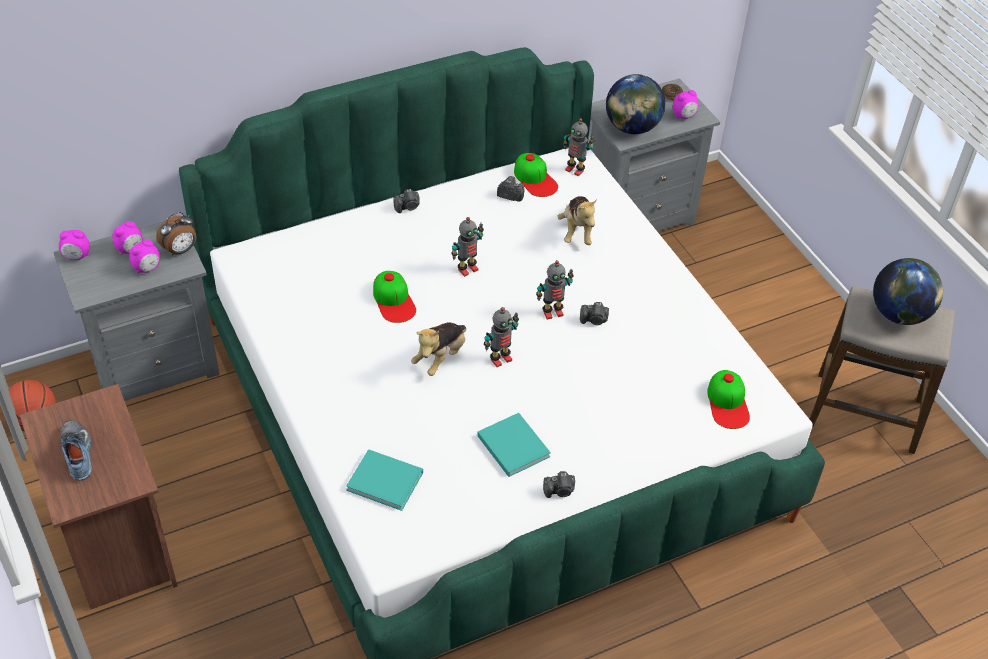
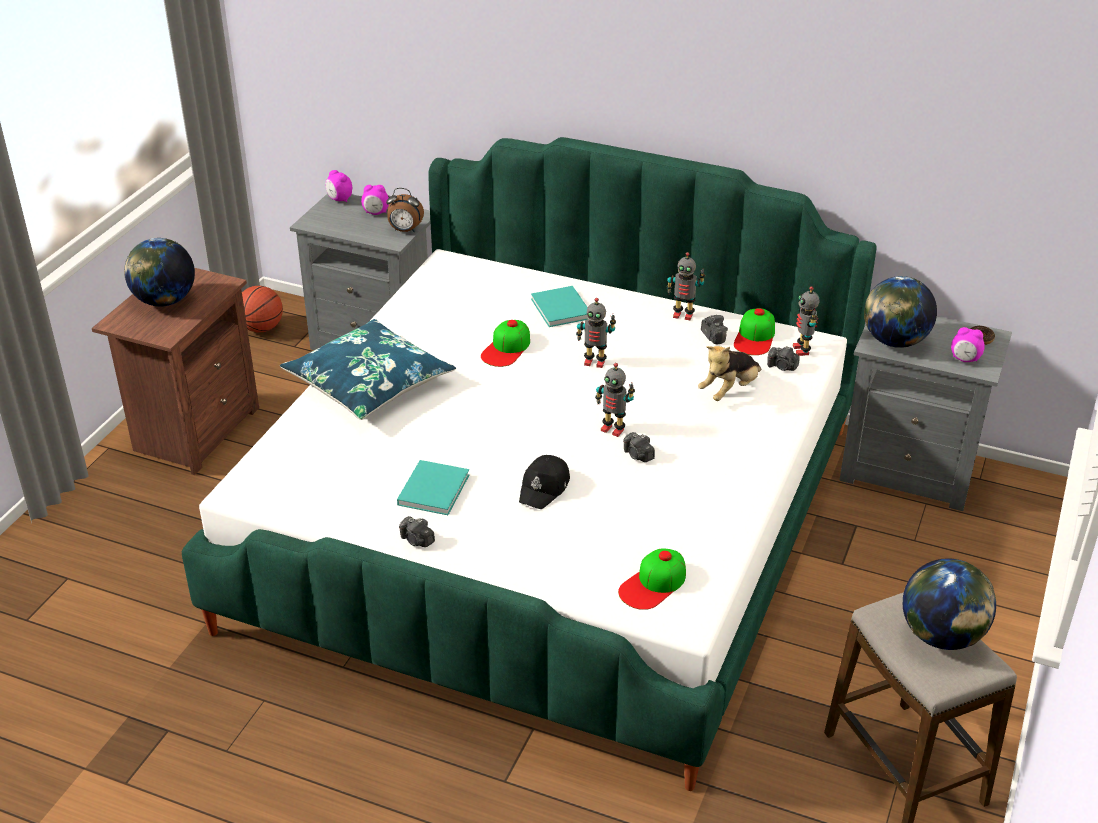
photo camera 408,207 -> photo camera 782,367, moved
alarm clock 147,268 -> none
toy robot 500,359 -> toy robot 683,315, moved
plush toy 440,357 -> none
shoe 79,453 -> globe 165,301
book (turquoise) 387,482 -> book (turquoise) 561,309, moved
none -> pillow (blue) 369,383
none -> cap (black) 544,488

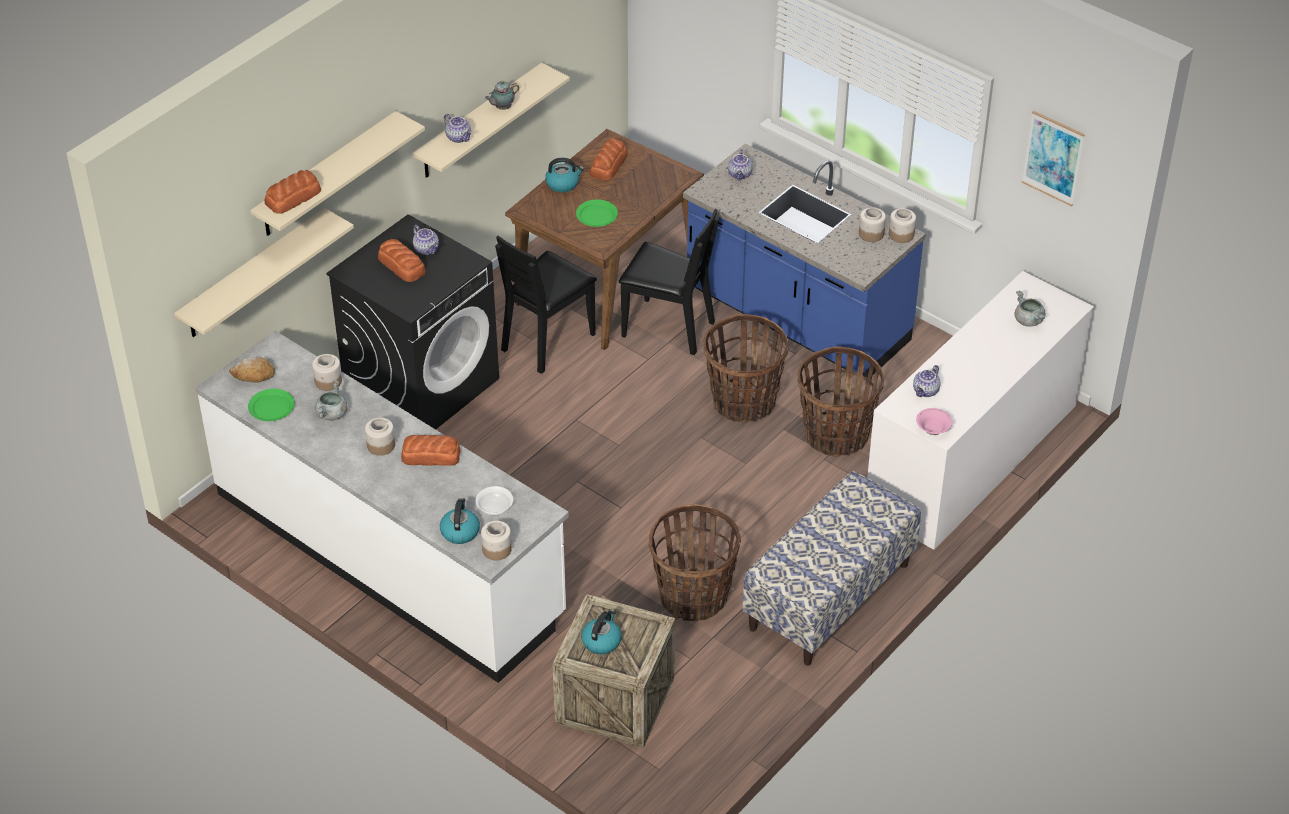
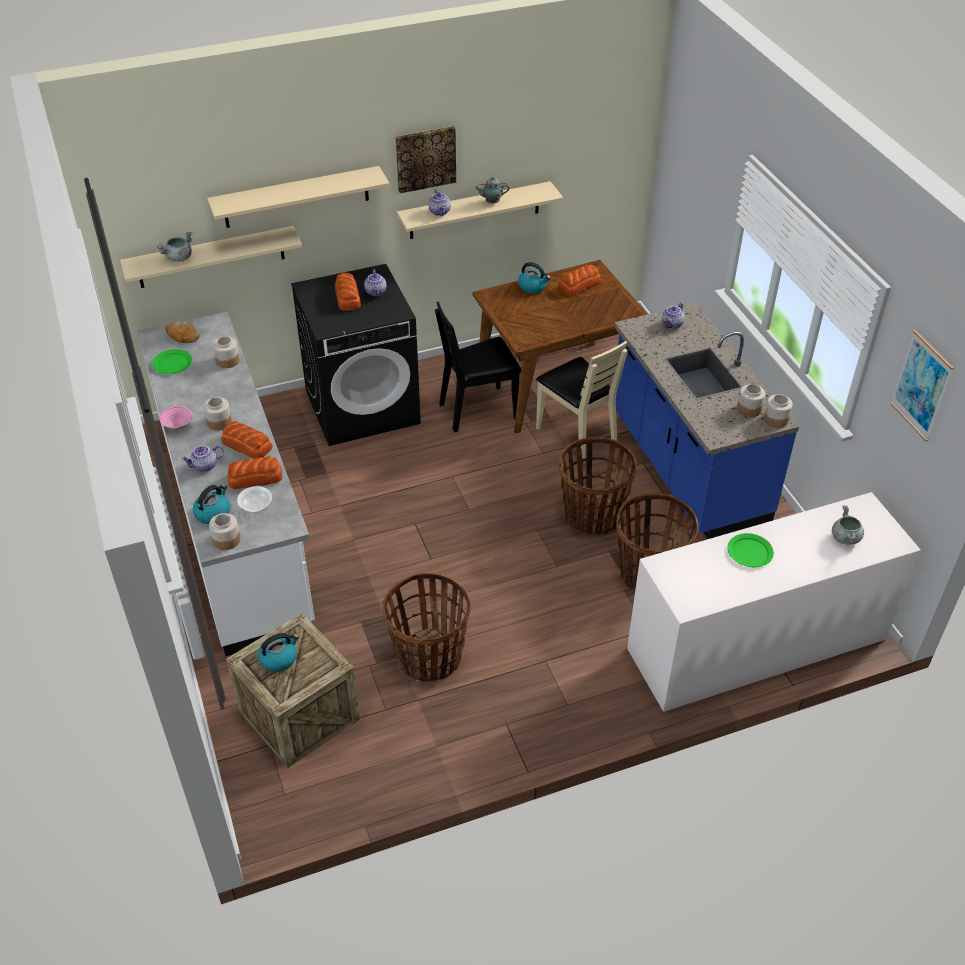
bread 294,197 -> bread 256,478, moved
plate (green) 597,215 -> plate (green) 750,552, moved
chair (black) 667,327 -> chair (beige) 576,435
teapot 926,391 -> teapot 205,466, moved
cooking pot (grey) 332,414 -> cooking pot (grey) 179,258, moved
bowl (pink) 932,430 -> bowl (pink) 178,426, moved
bench 829,597 -> none
none -> picture 425,158

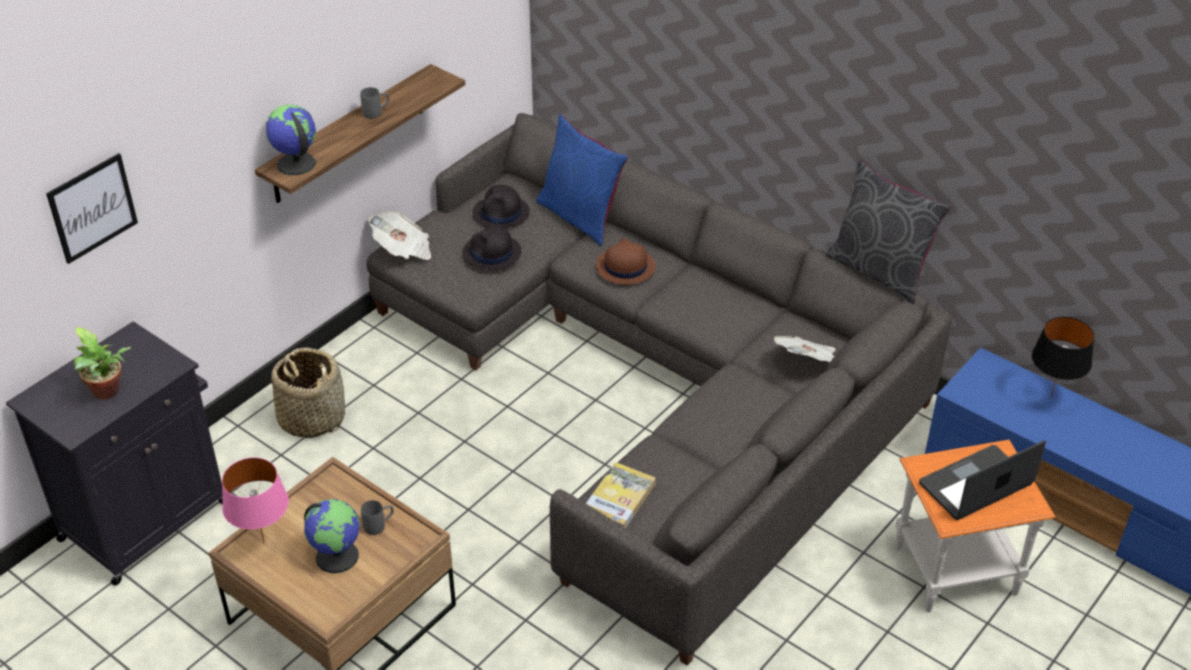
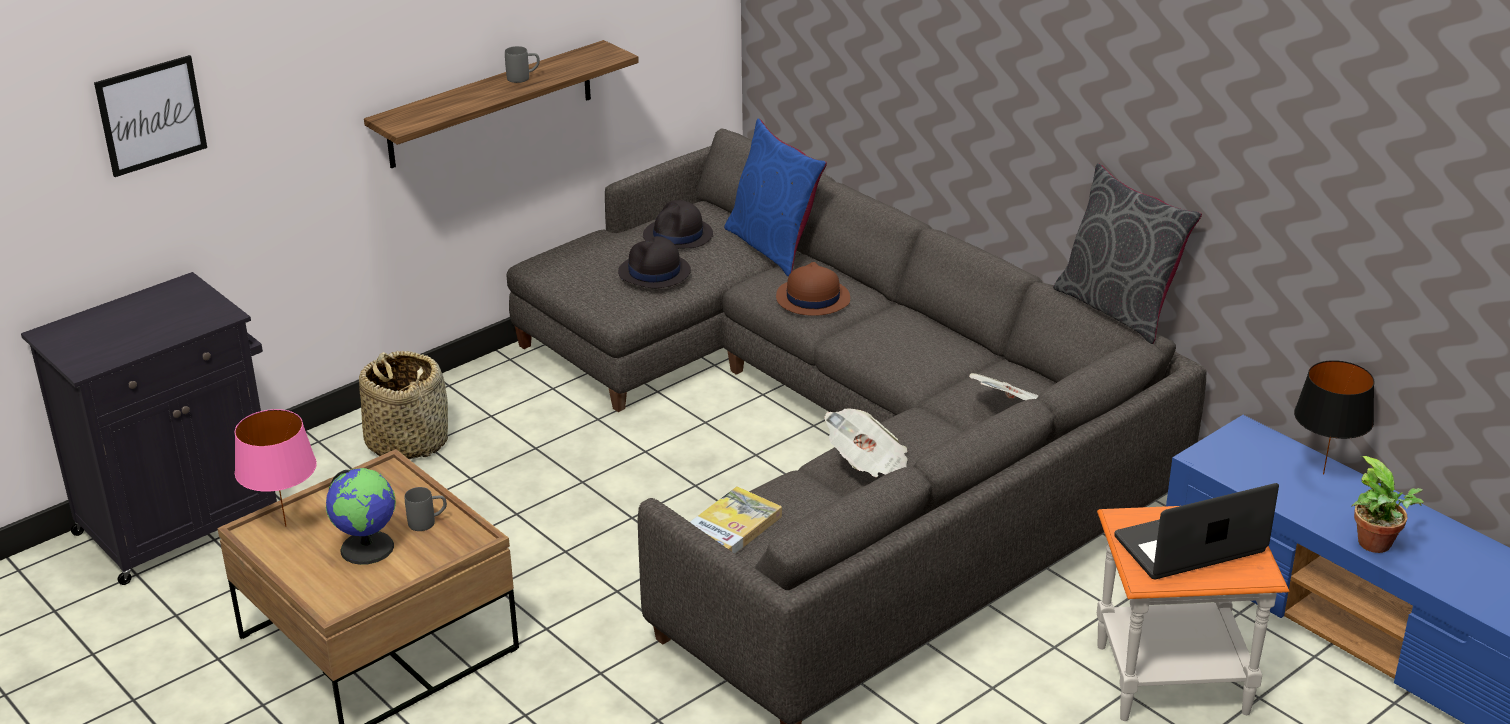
globe 295,164 -> none
newspaper 403,250 -> newspaper 869,466, moved
potted plant 108,393 -> potted plant 1378,546, moved

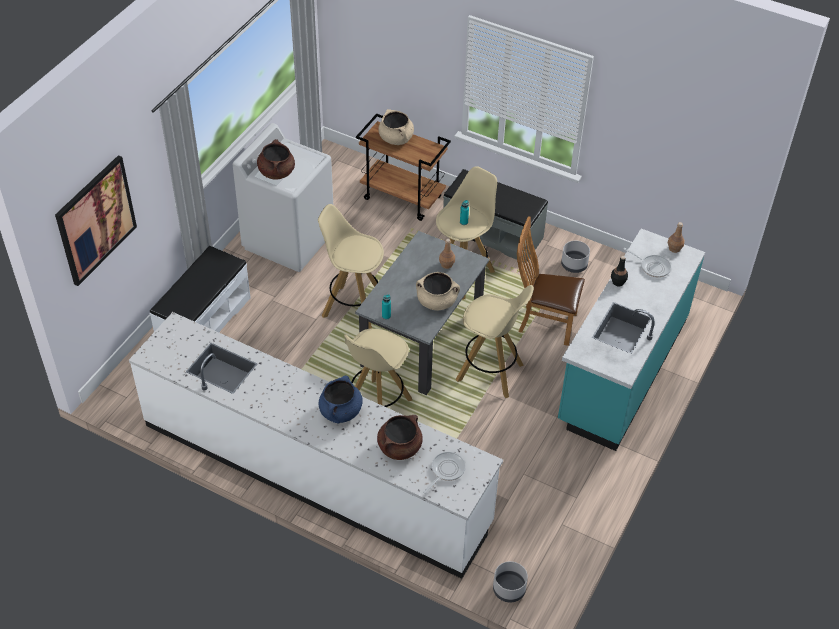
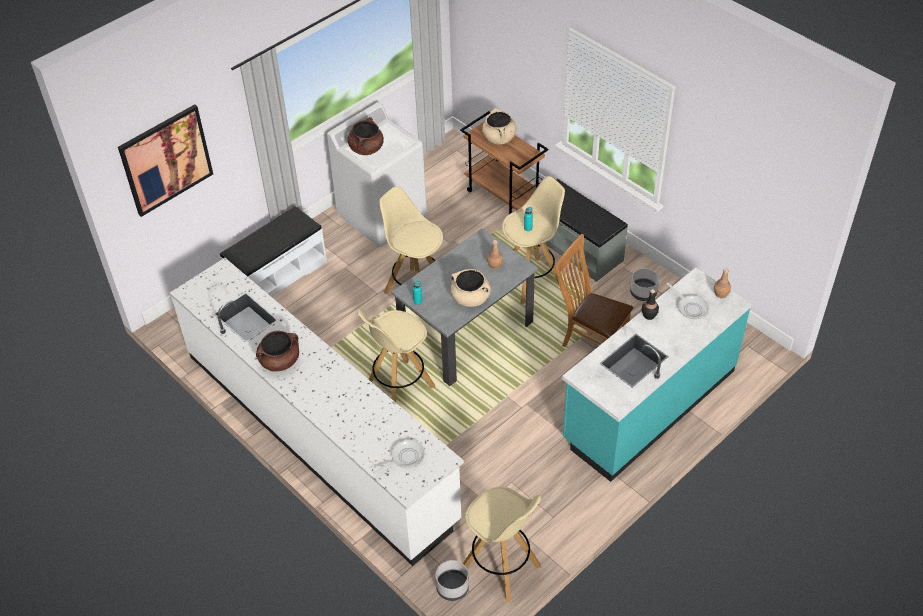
stool (beige) 490,373 -> stool (beige) 502,567, moved
cooking pot (blue) 340,411 -> none
cooking pot (brown) 399,447 -> cooking pot (brown) 280,361, moved

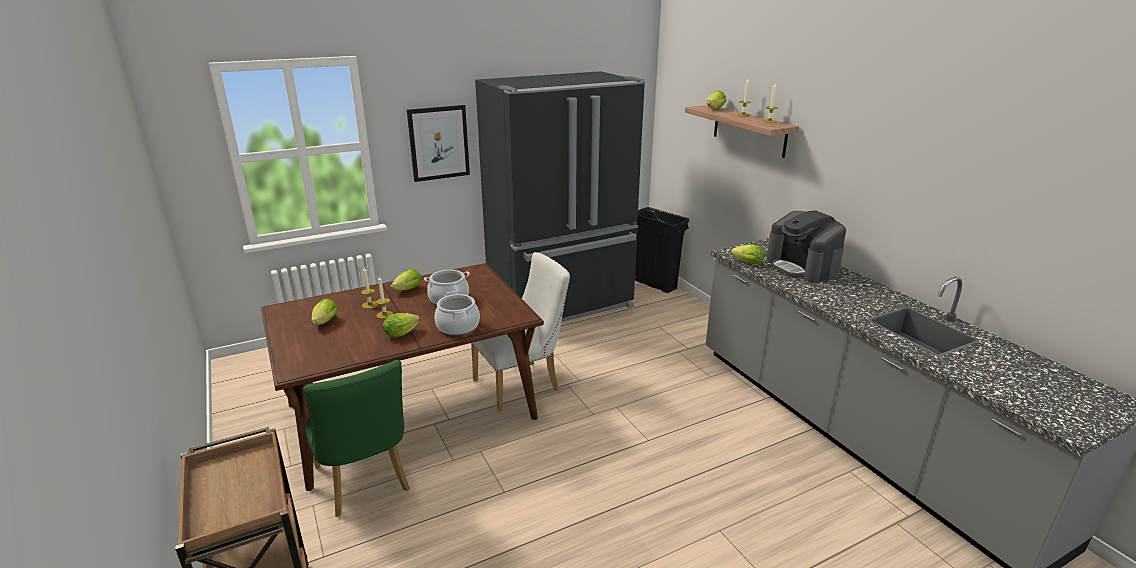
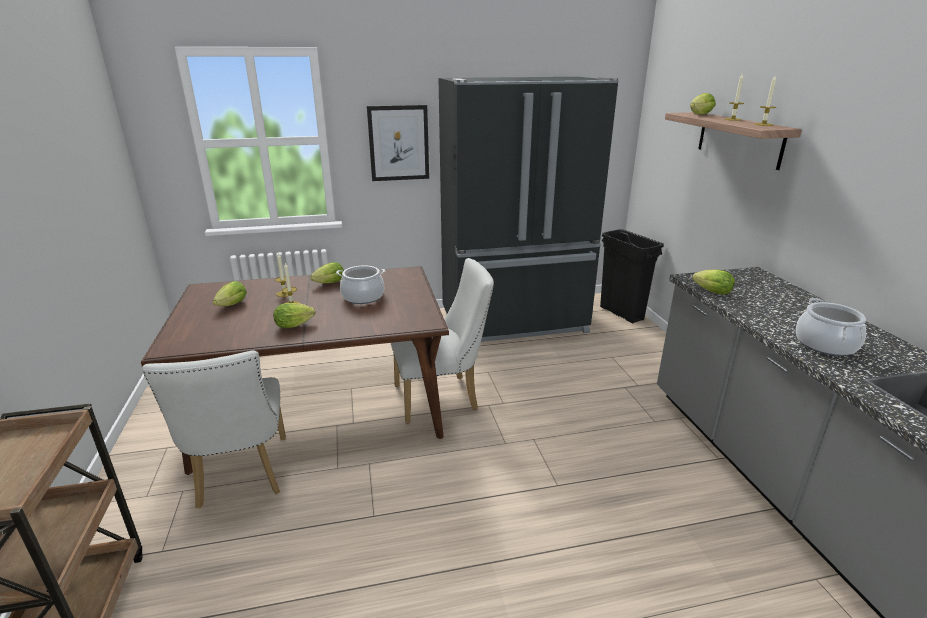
coffee machine 802,267 -> none
cooking pot 457,327 -> cooking pot 825,345, moved
chair (green) 365,483 -> chair (white) 241,477

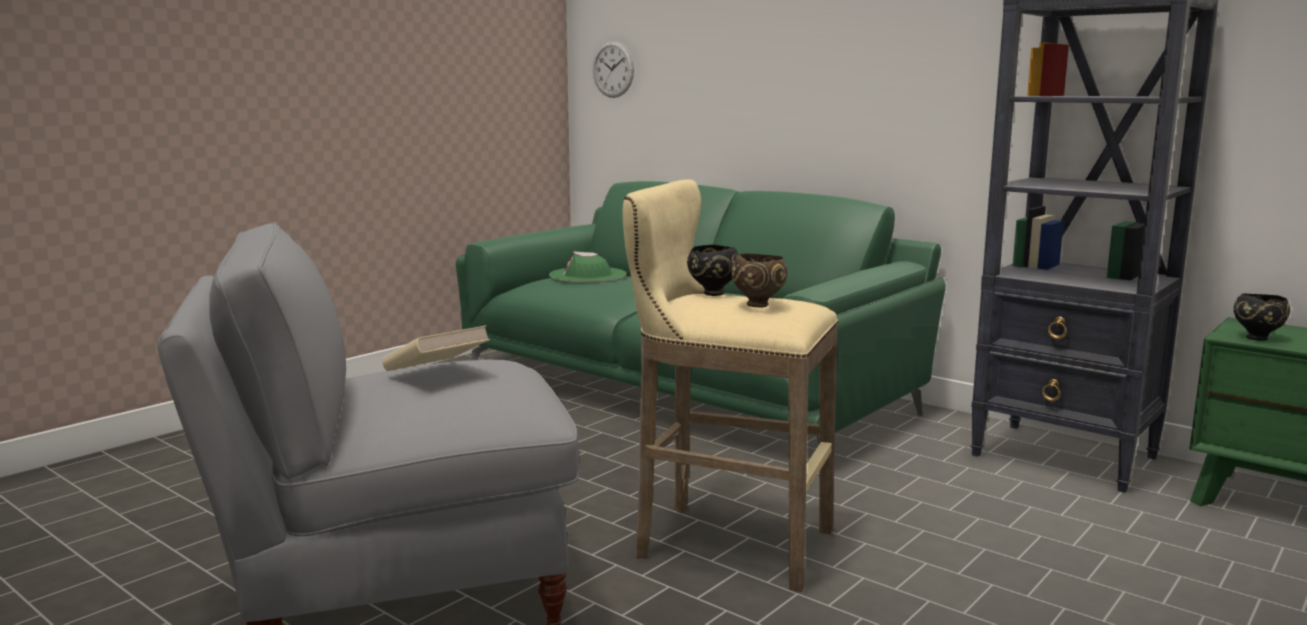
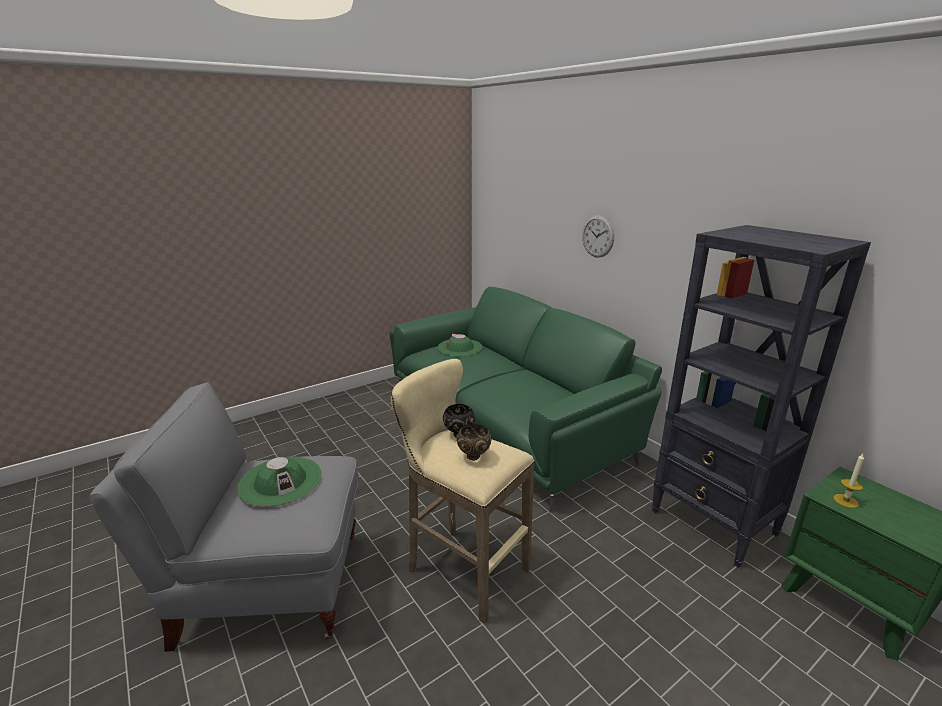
wall clock 613,69 -> wall clock 597,236, moved
bowl (black) 1257,338 -> candle 845,501
book (beige) 436,373 -> hat (green) 280,481

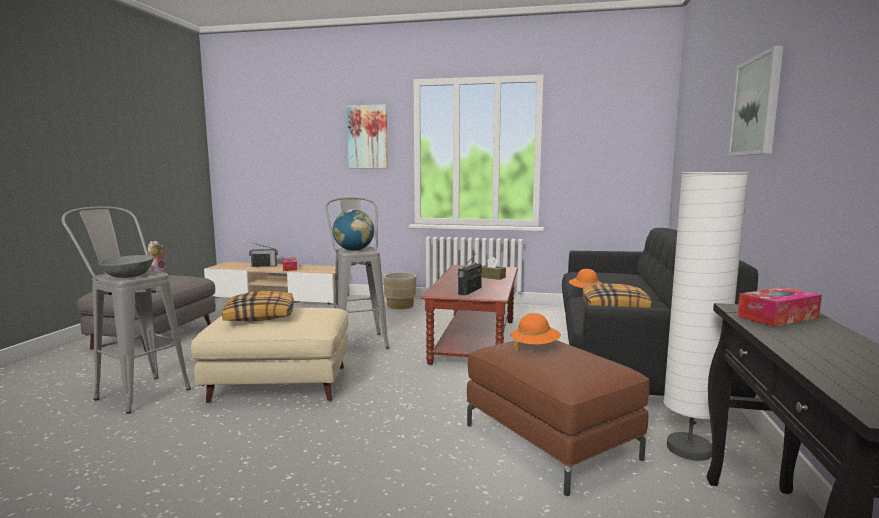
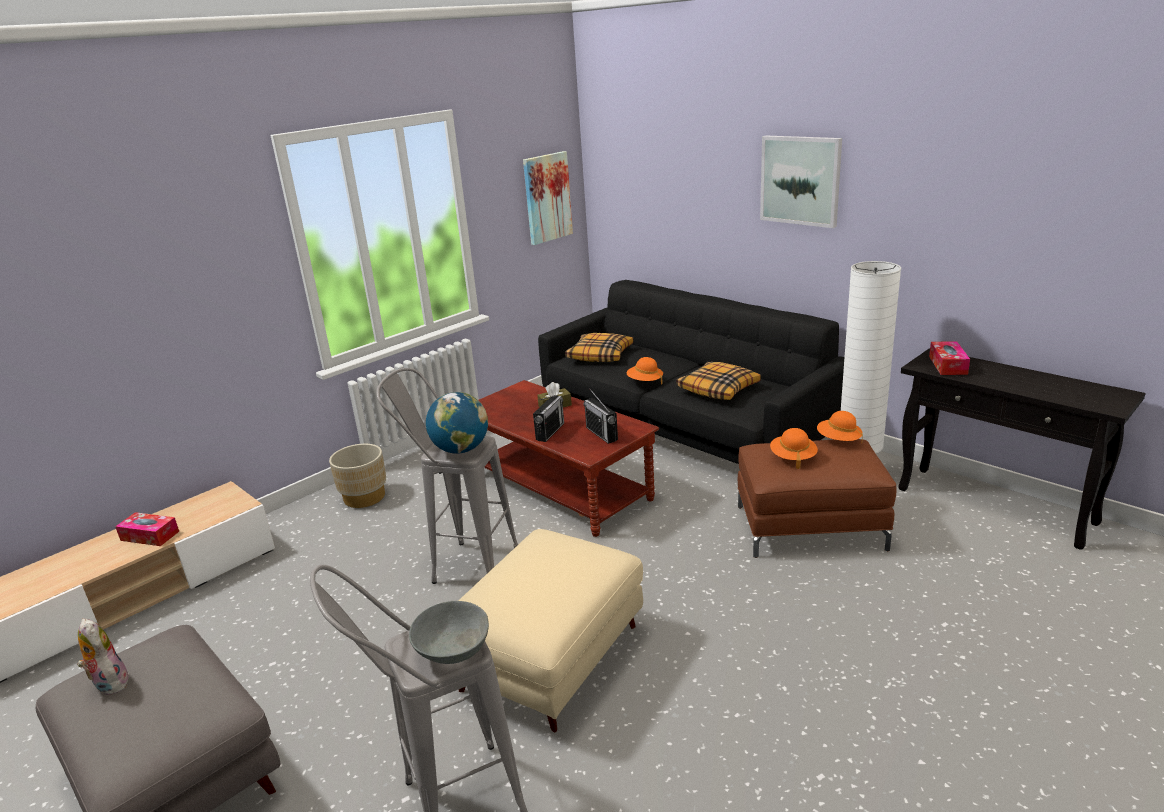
picture 368,137 -> picture 547,197, moved
radio 264,266 -> radio 550,431, moved
pillow 261,316 -> pillow 600,355, moved
none -> hat (orange) 838,440

